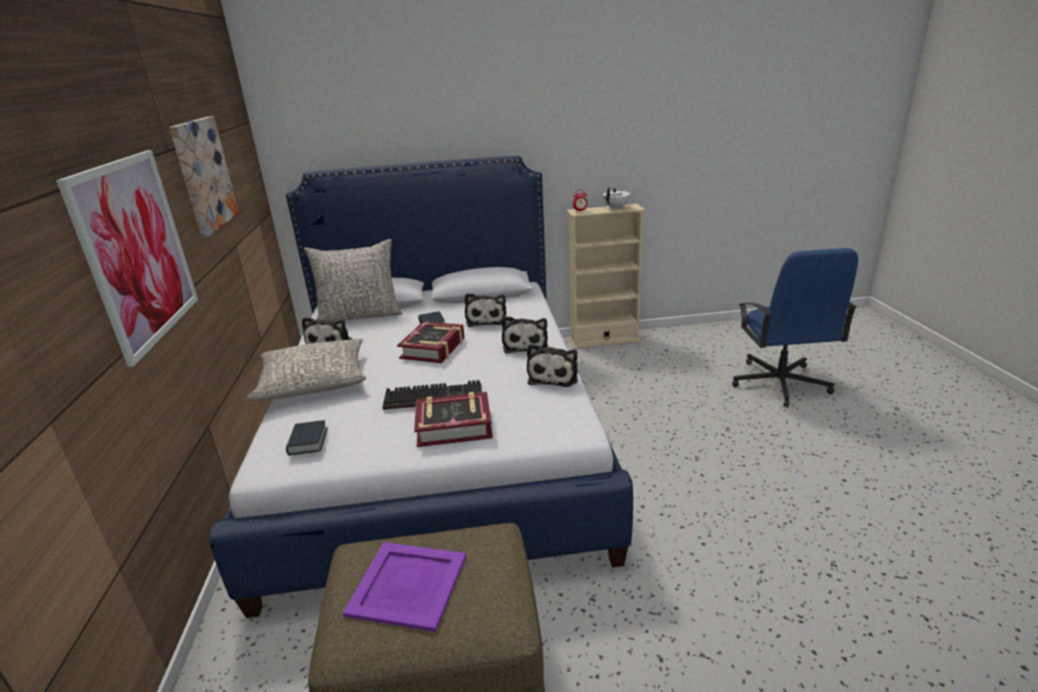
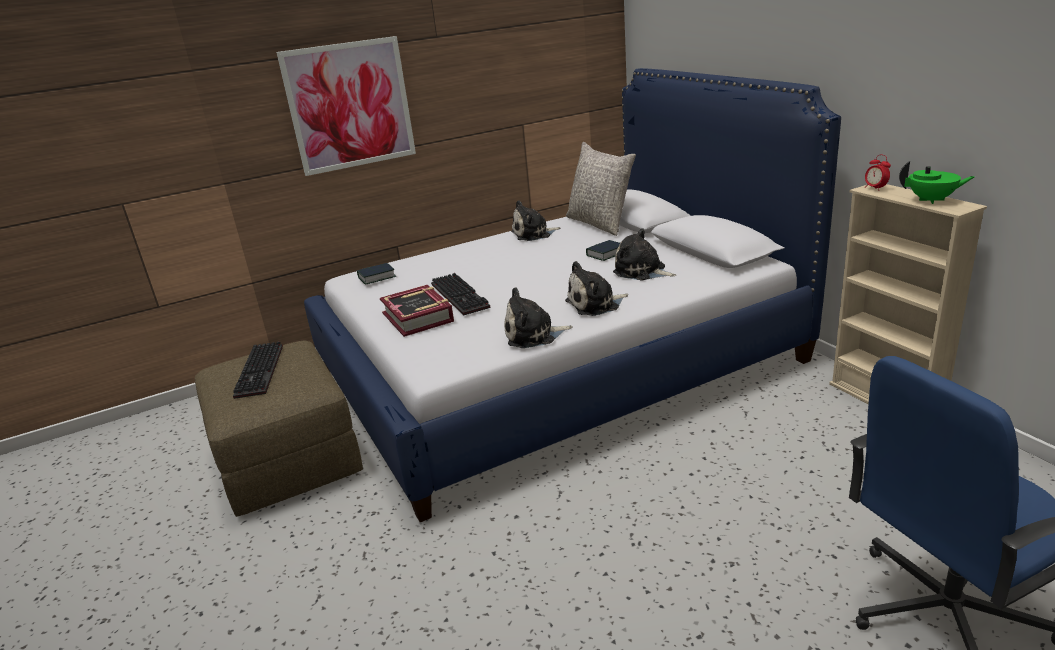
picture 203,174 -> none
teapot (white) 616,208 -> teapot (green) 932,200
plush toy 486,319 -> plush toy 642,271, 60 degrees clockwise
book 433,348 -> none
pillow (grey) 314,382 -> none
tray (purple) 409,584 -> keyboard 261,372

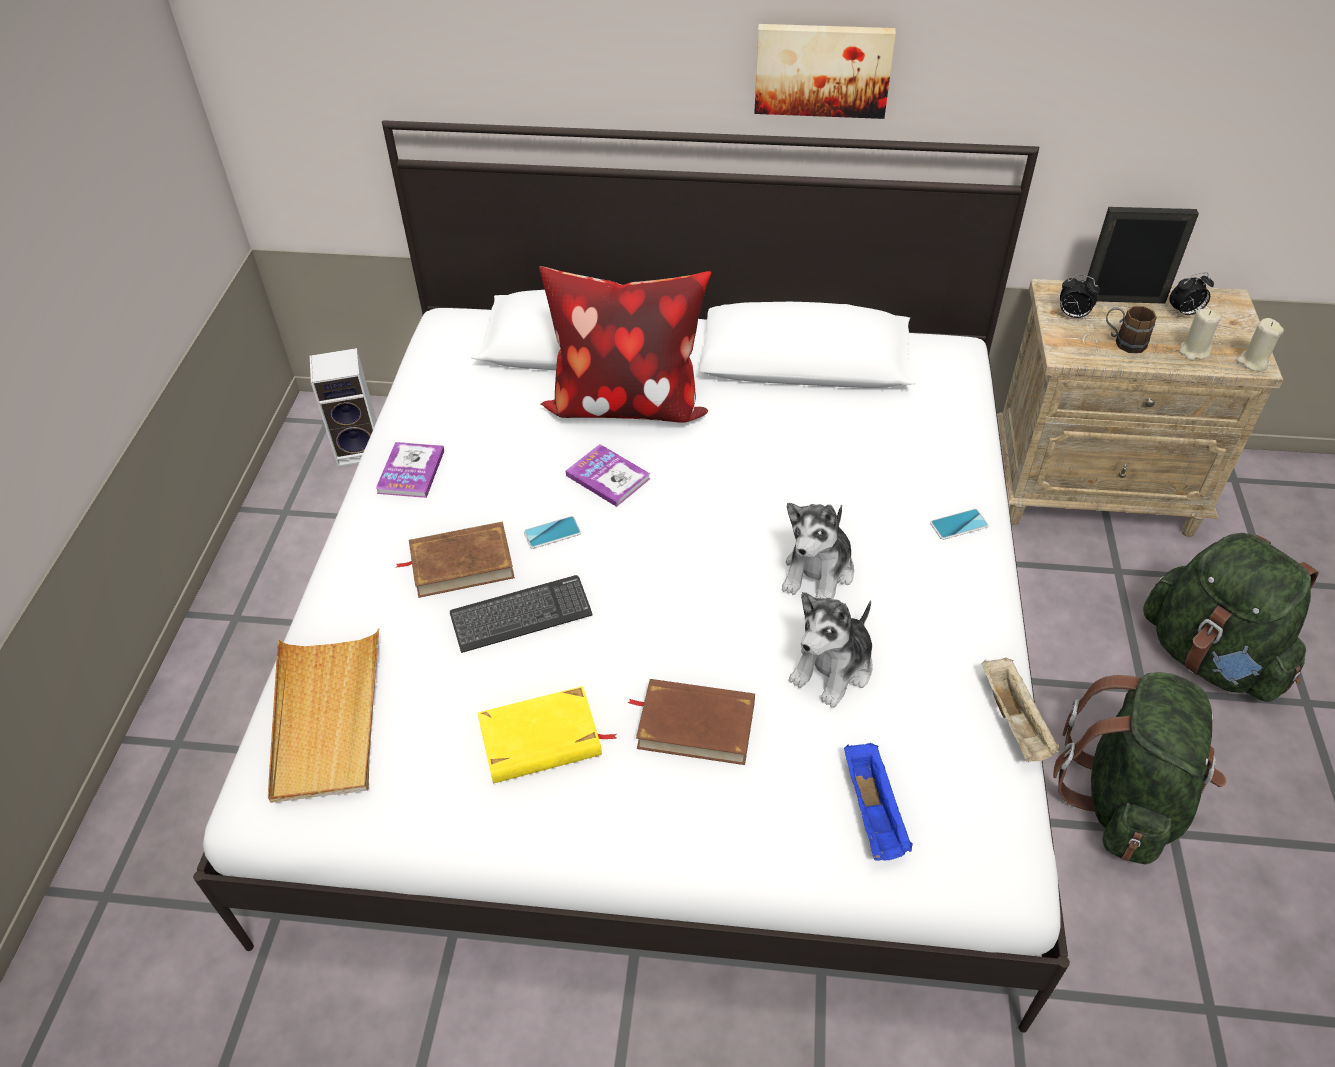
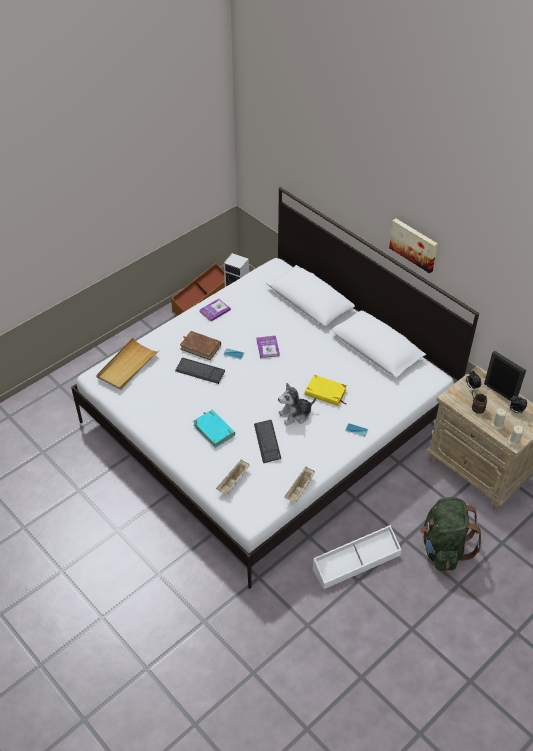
pillow 626,403 -> none
plush toy 833,668 -> keyboard 267,442
backpack (green) 1125,798 -> storage box (white) 356,561
book (brown) 695,725 -> book (turquoise) 214,430
book (yellow) 541,740 -> book (yellow) 325,392, moved
tray (blue) 874,812 -> tray (beige) 233,482
none -> storage box (brown) 201,296

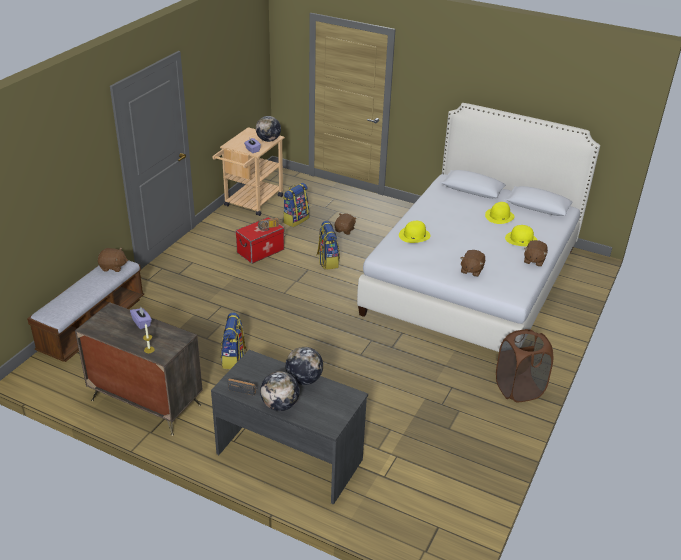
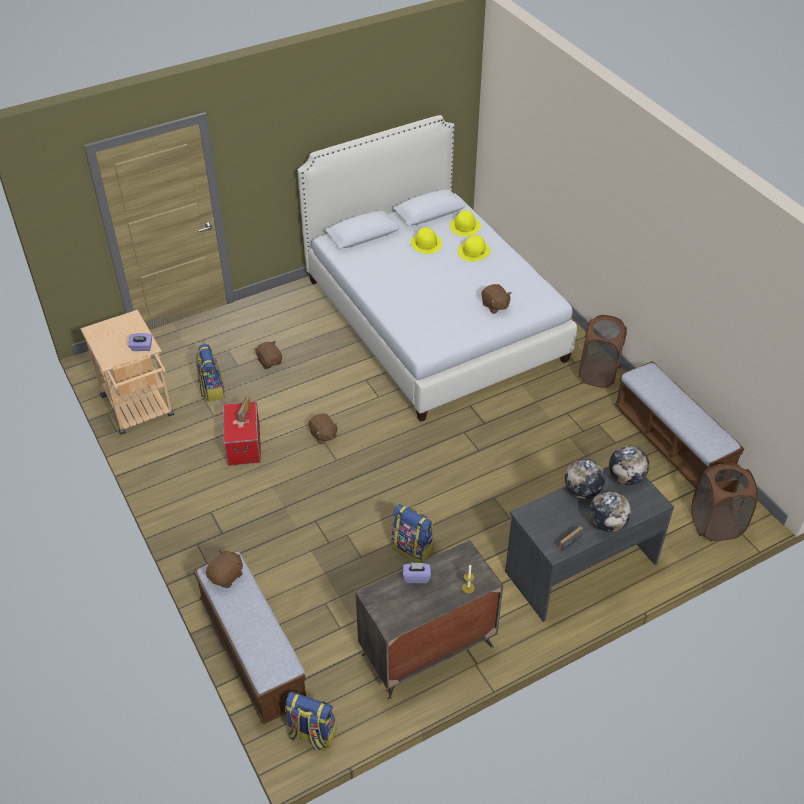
globe 268,140 -> globe 626,478, moved
backpack 327,261 -> backpack 311,734, moved
hat (yellow) 414,235 -> hat (yellow) 465,226, moved
plush toy (brown) 533,260 -> plush toy (brown) 323,435, moved
none -> bench 671,444
none -> laundry basket (brown) 715,524

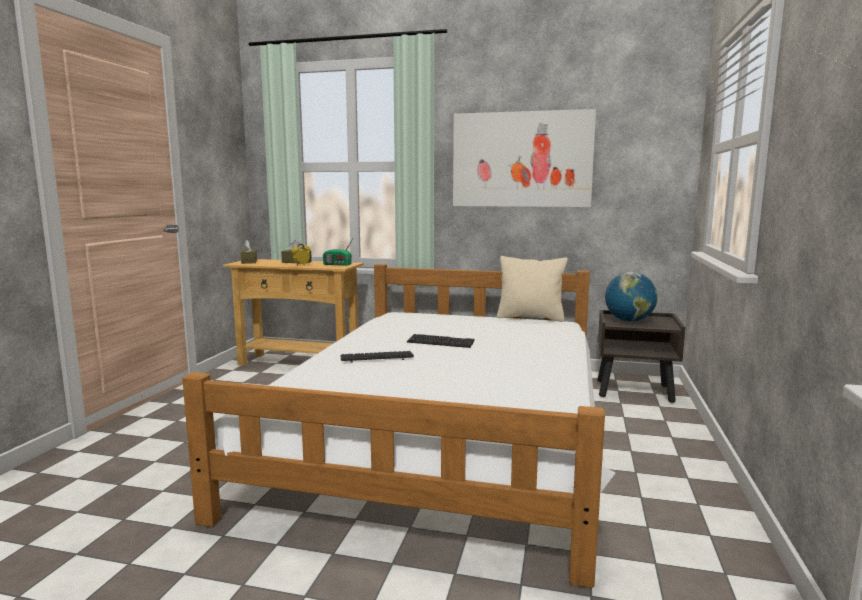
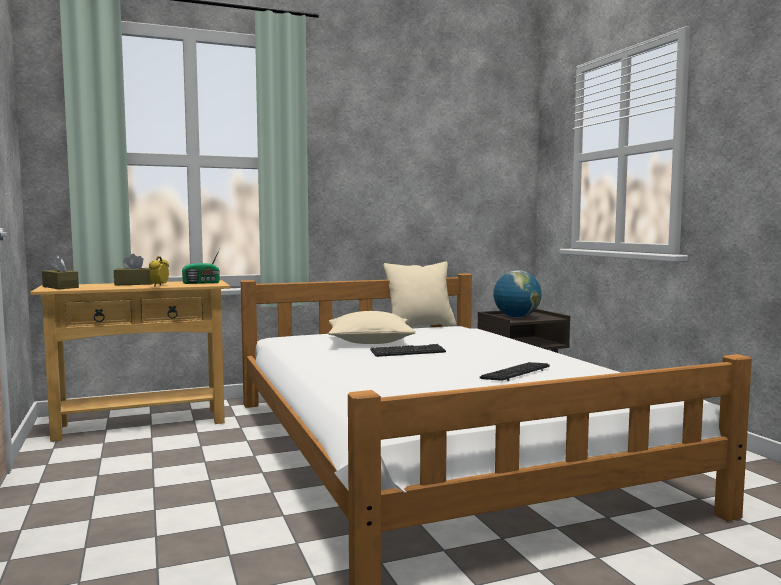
picture 521,159 -> none
keyboard 377,358 -> keyboard 515,373, moved
none -> pillow (beige) 370,341

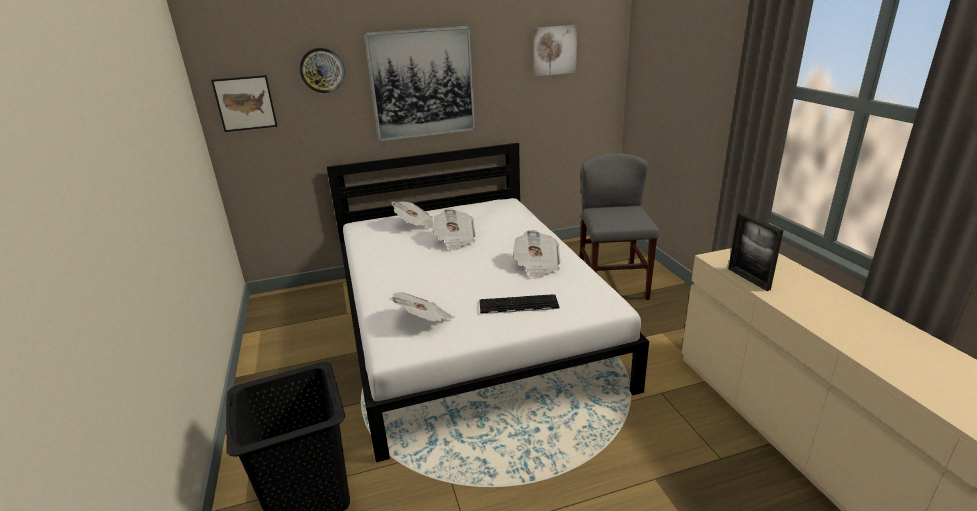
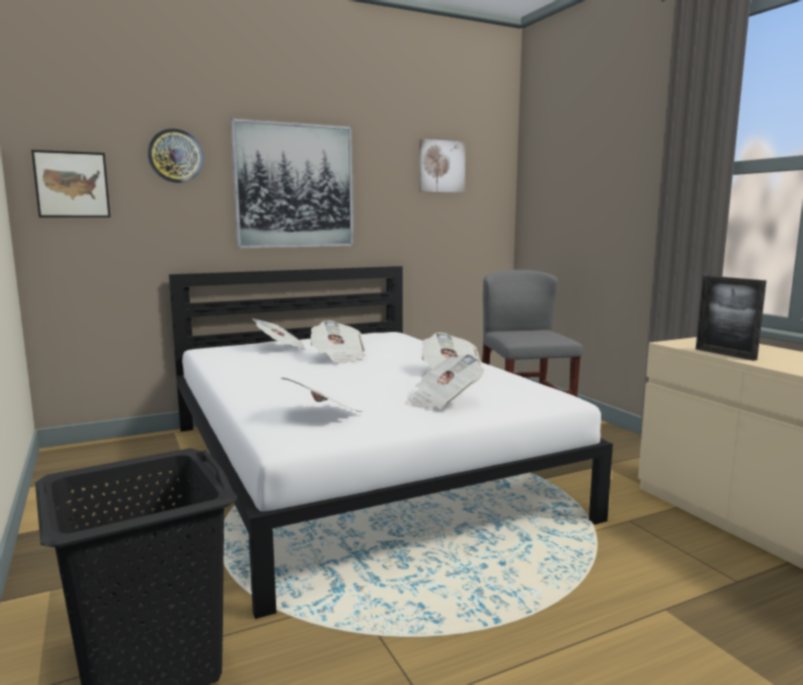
keyboard 517,305 -> newspaper 443,401

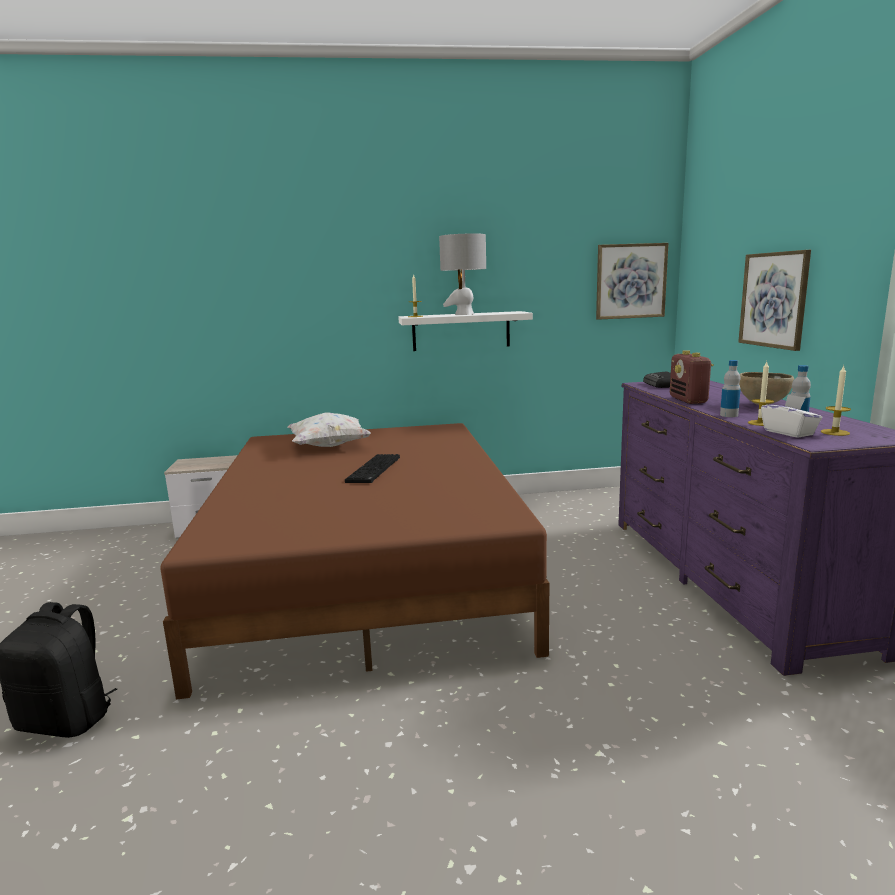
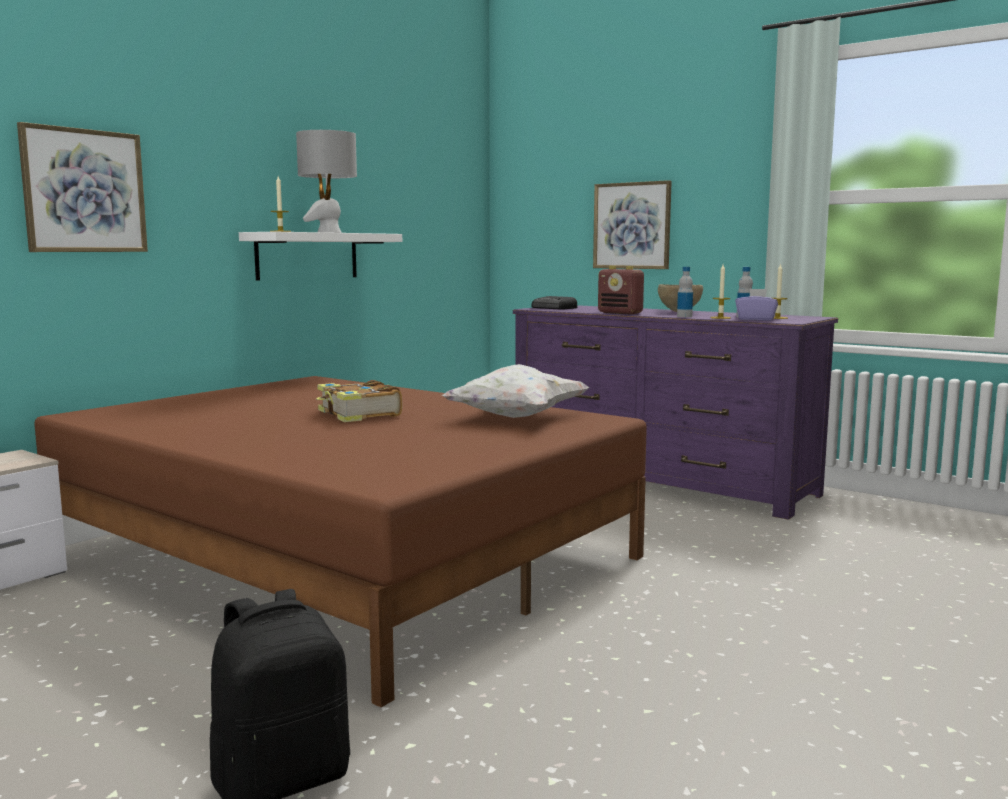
picture 631,281 -> picture 84,191, moved
tissue box (white) 789,432 -> tissue box (purple) 756,319
pillow (white) 329,446 -> pillow (white) 517,417, moved
keyboard 375,470 -> book 358,414

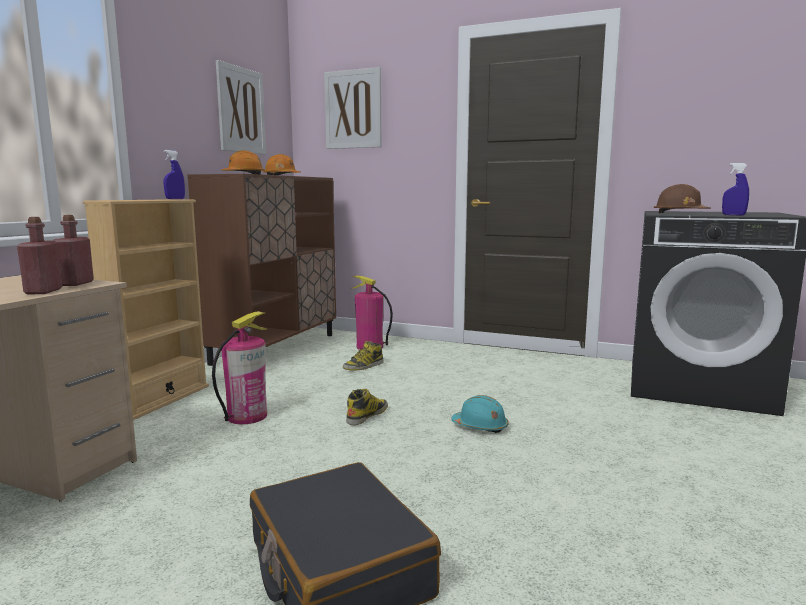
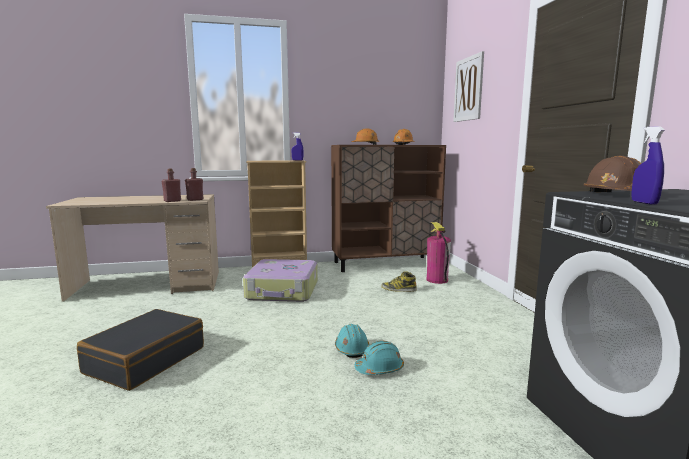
picture 241,110 -> none
fire extinguisher 247,416 -> suitcase 283,291
boot 367,415 -> none
none -> hard hat (turquoise) 379,369

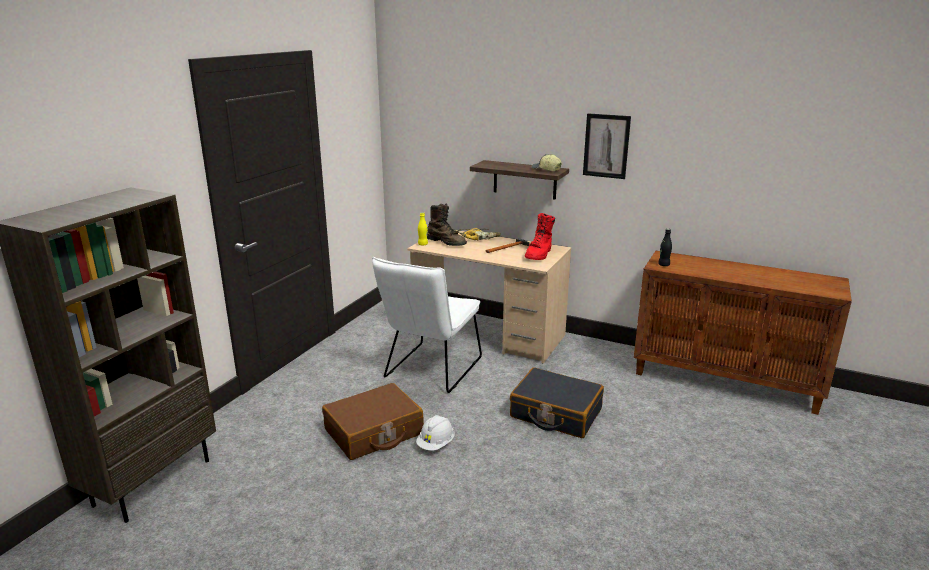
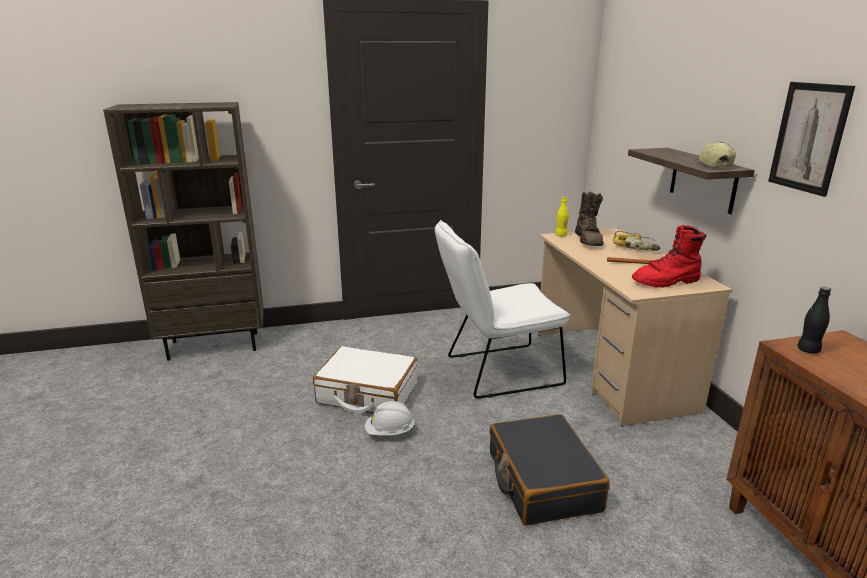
suitcase (brown) 374,432 -> suitcase (white) 367,393

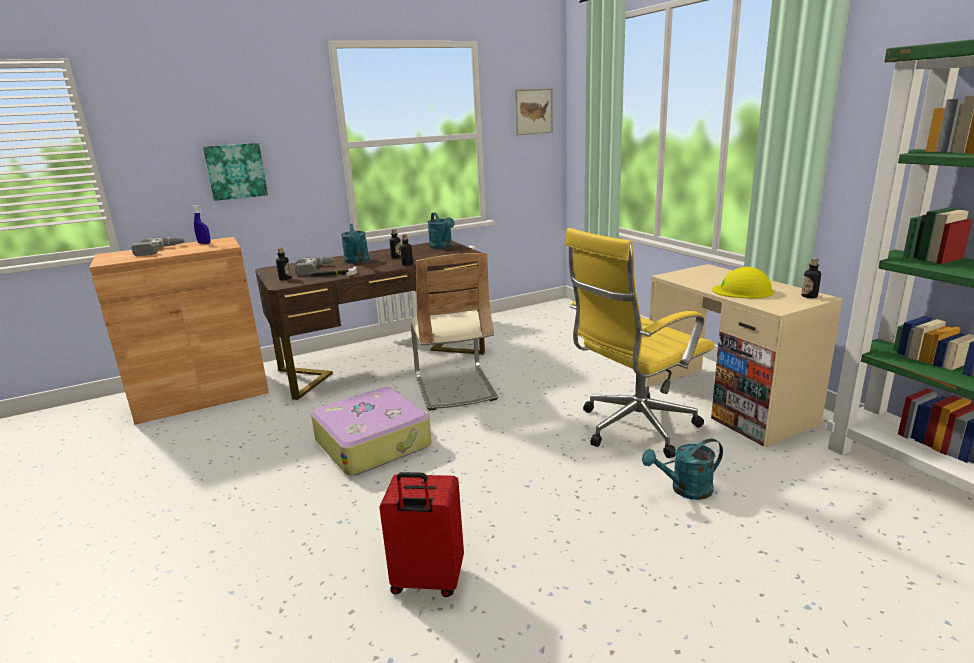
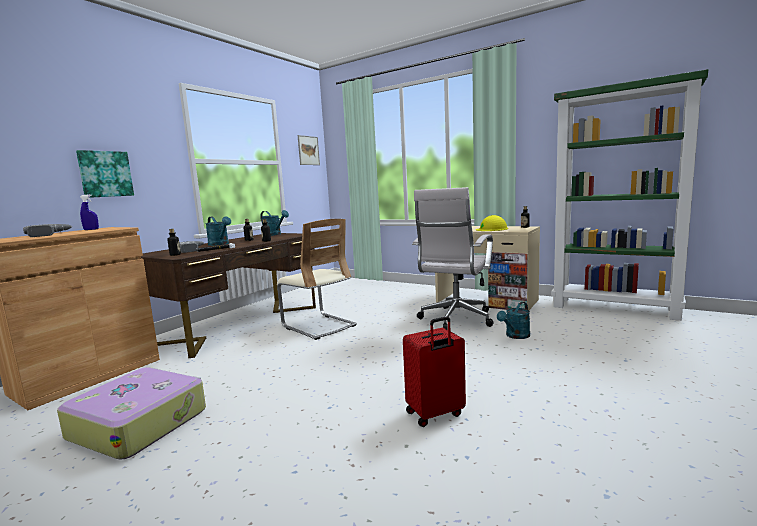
office chair (yellow) 633,429 -> office chair (white) 455,320
suitcase 374,442 -> suitcase 139,423, moved

